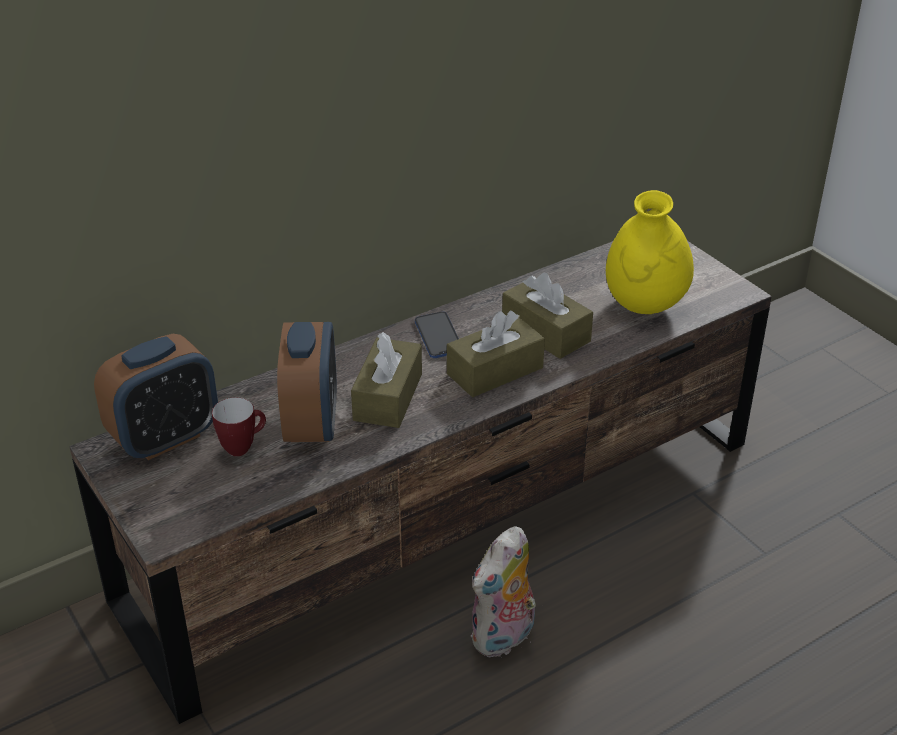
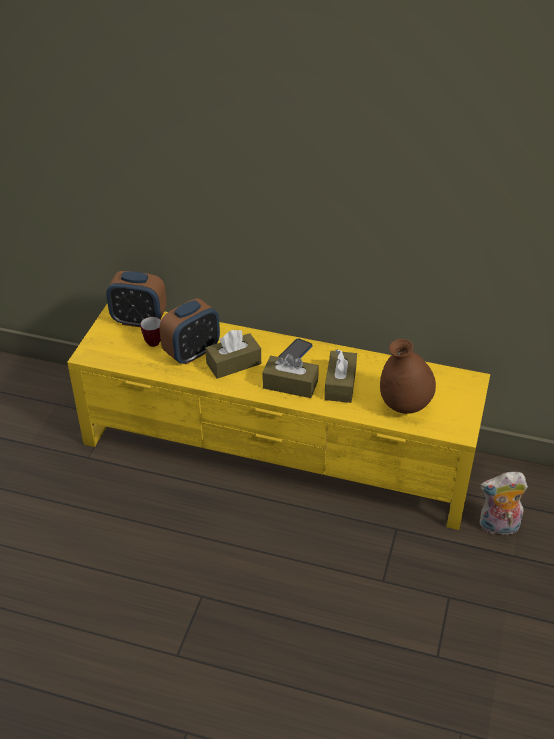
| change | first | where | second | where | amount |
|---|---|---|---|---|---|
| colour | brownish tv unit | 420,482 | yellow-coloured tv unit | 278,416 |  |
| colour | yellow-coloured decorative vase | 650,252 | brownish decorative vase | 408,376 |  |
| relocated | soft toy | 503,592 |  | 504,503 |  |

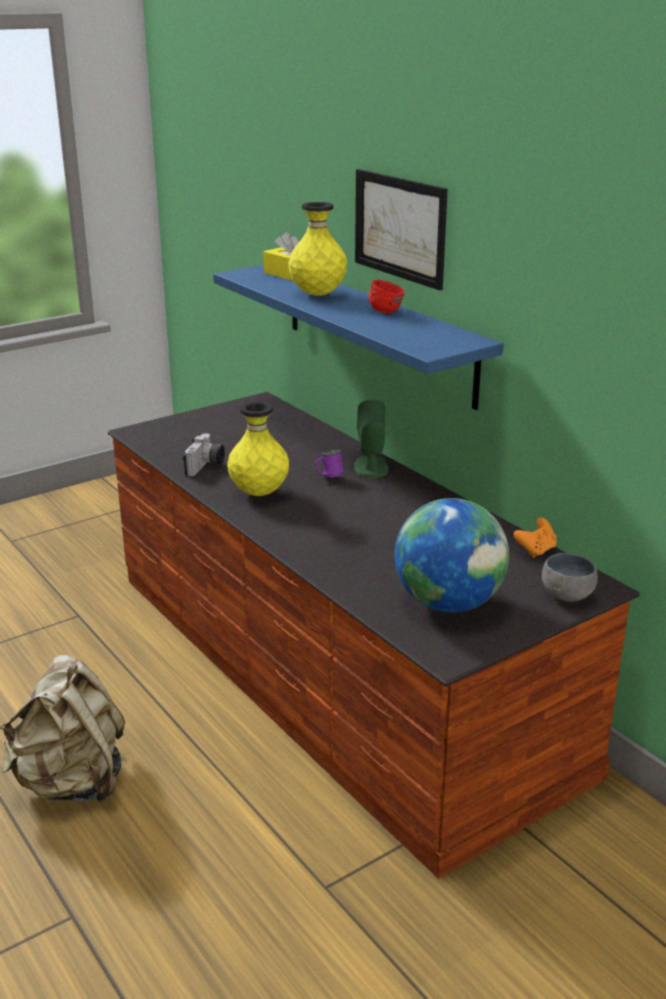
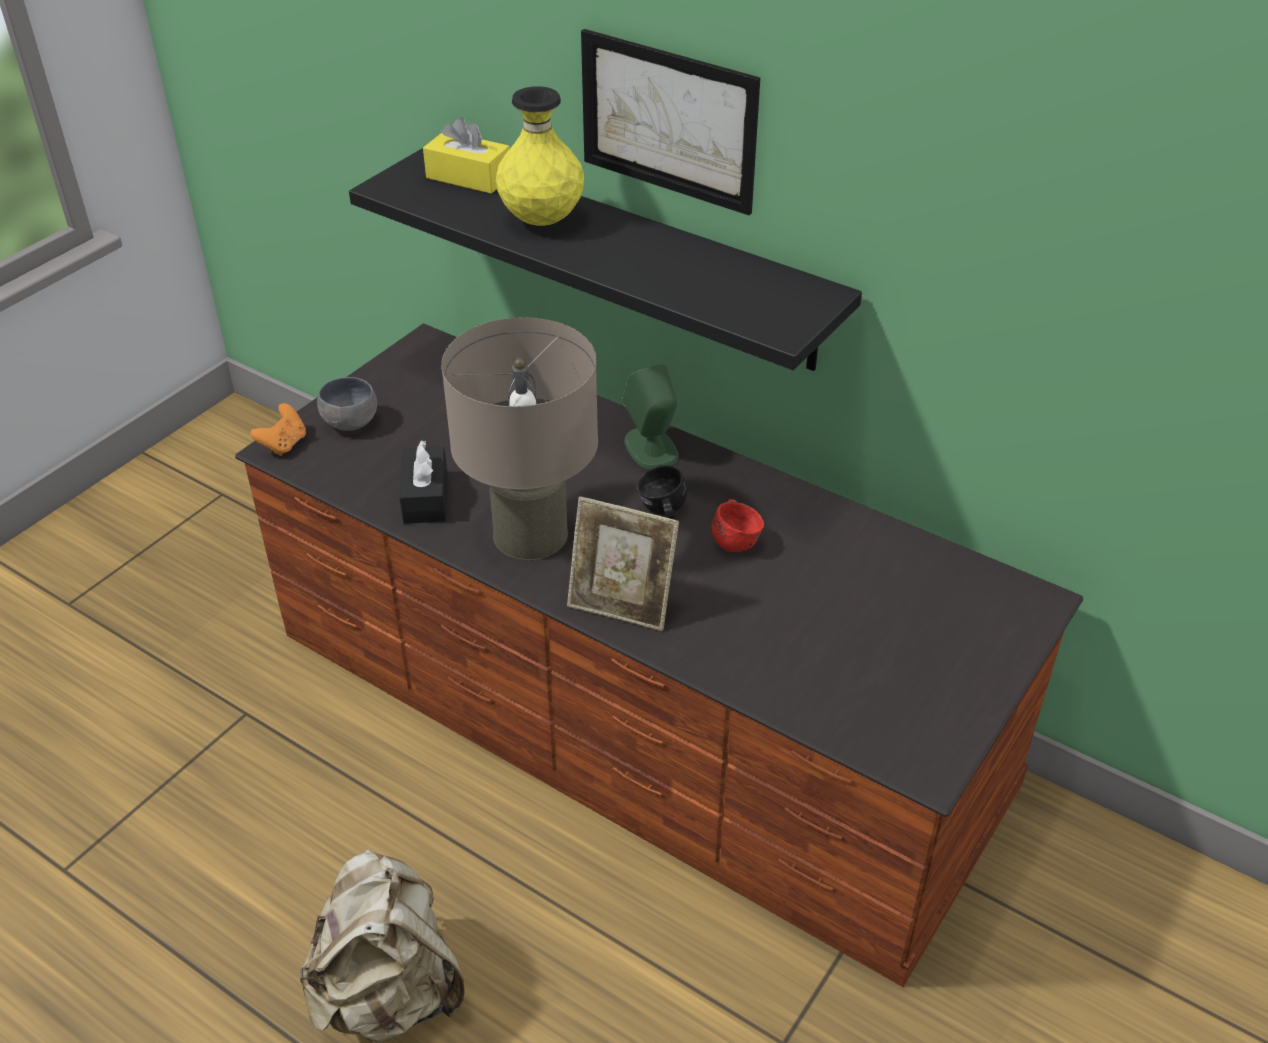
| change | first | where | second | where | amount |
|---|---|---|---|---|---|
| relocated | orangey gamepad | 535,538 |  | 278,429 |  |
| relocated | gray serving bowl | 570,577 |  | 347,404 |  |
| colour | blue-coloured shelf | 358,337 | blackish shelf | 605,259 |  |
| exchanged | still camera | 204,454 | blackish box of tissues | 423,482 |  |
| exchanged | yellow-coloured decorative vase | 258,448 | beige lamp for a table | 519,438 |  |
| appeared |  |  | photo frame | 623,563 |  |
| appeared |  |  | blackish coffee mug | 662,492 |  |
| relocated | reddish coffee mug | 386,296 |  | 738,525 |  |
| missing | purple coffee mug | 330,464 |  |  |  |
| missing | desk globe | 451,555 |  |  |  |

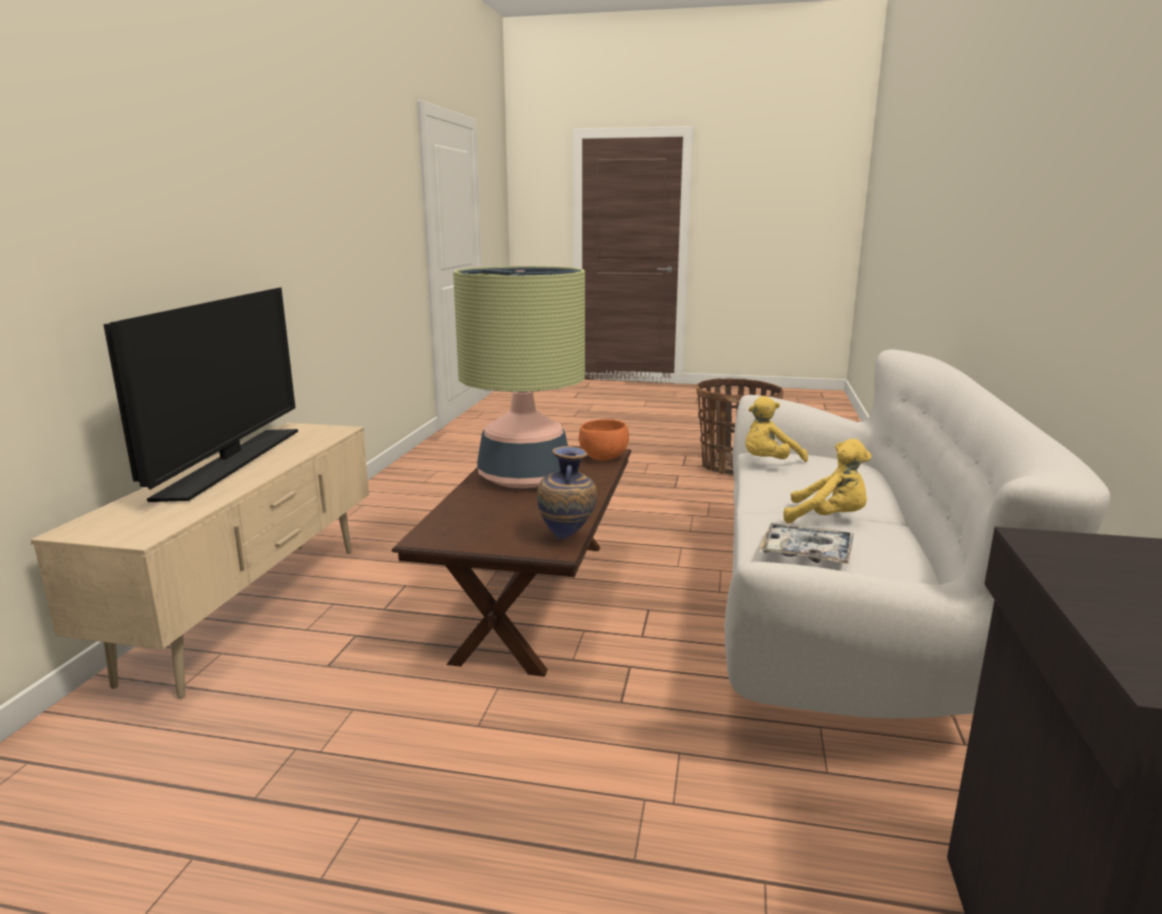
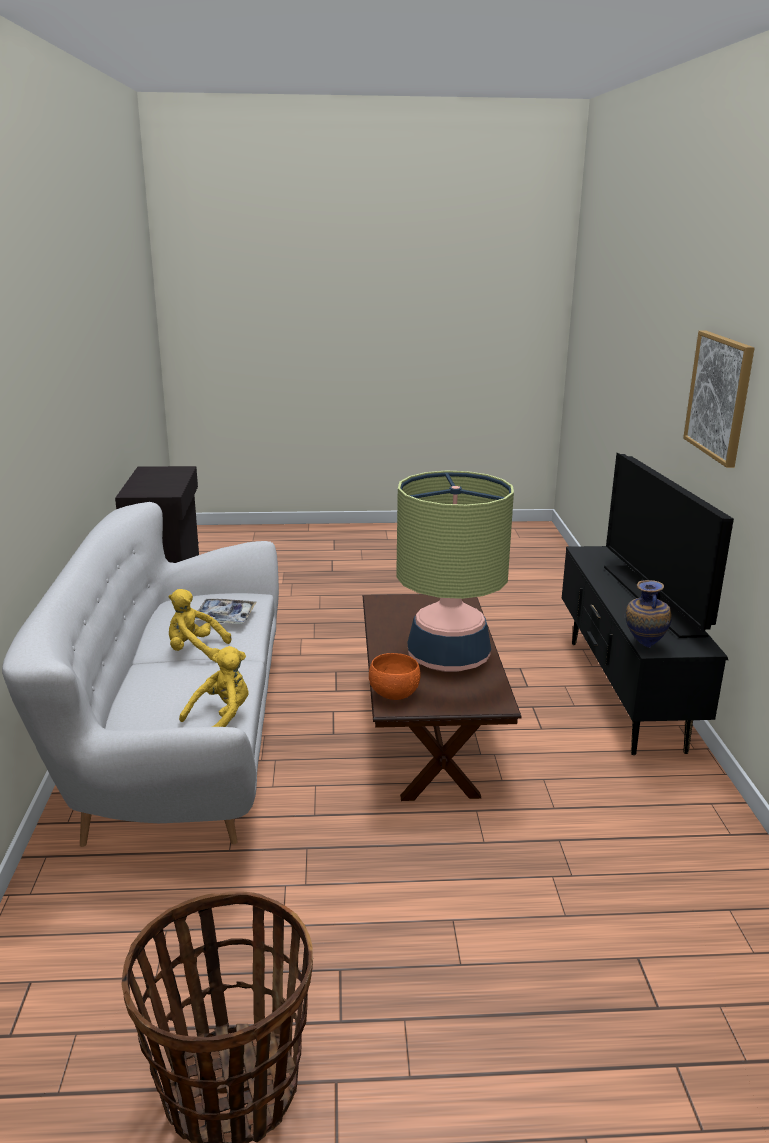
| change | first | where | second | where | amount |
|---|---|---|---|---|---|
| colour | beige tv unit | 200,560 | blackish tv unit | 645,650 |  |
| relocated | decorative vase | 567,492 |  | 649,614 |  |
| appeared |  |  | wall picture | 718,399 |  |

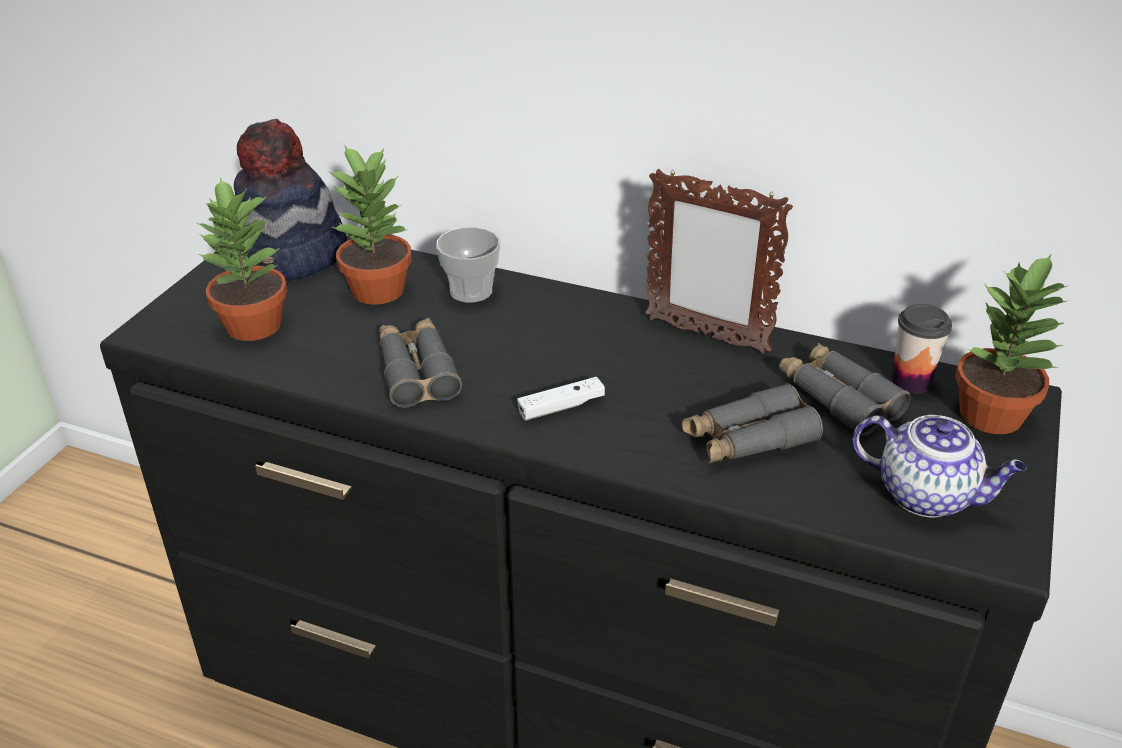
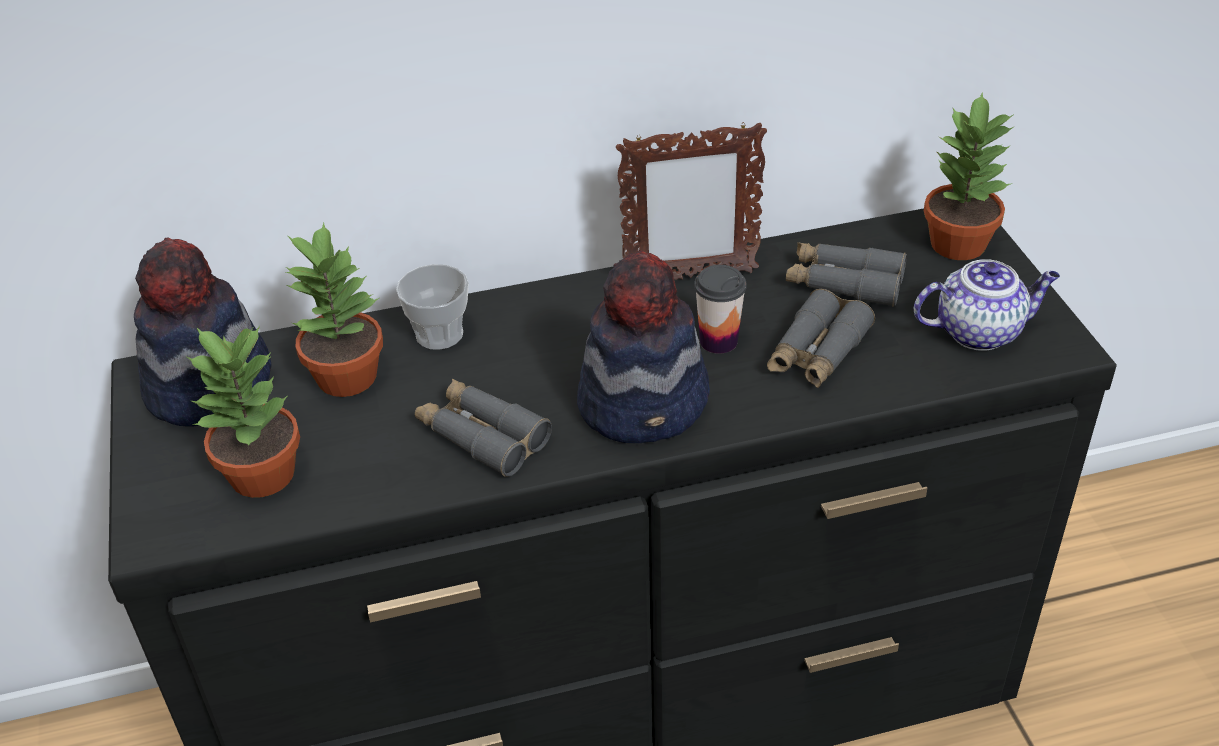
| change | first | where | second | where | amount |
|---|---|---|---|---|---|
| exchanged | white gamepad | 561,399 | clothing hat | 643,346 |  |
| relocated | drinking cup | 922,348 |  | 720,309 |  |

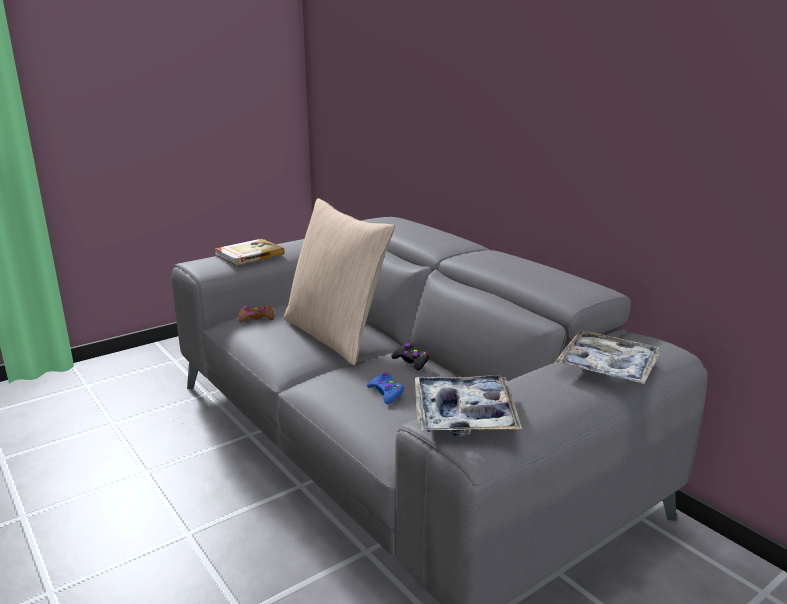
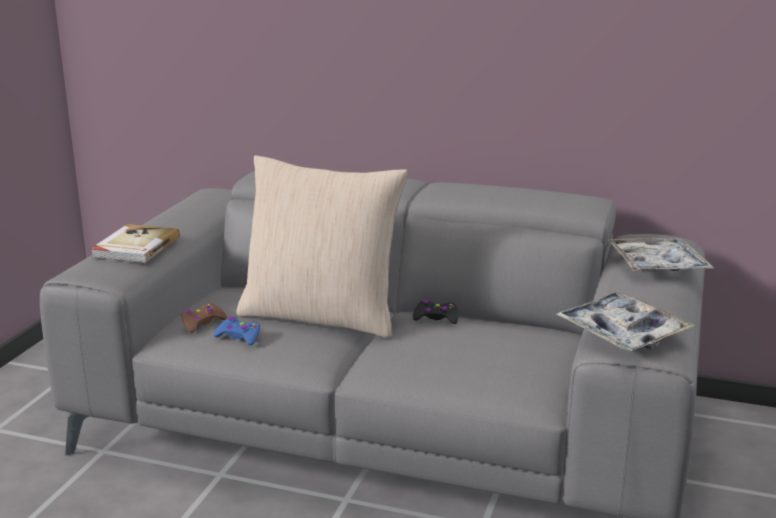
| change | first | where | second | where | amount |
|---|---|---|---|---|---|
| relocated | blue-coloured gamepad | 385,388 |  | 237,330 |  |

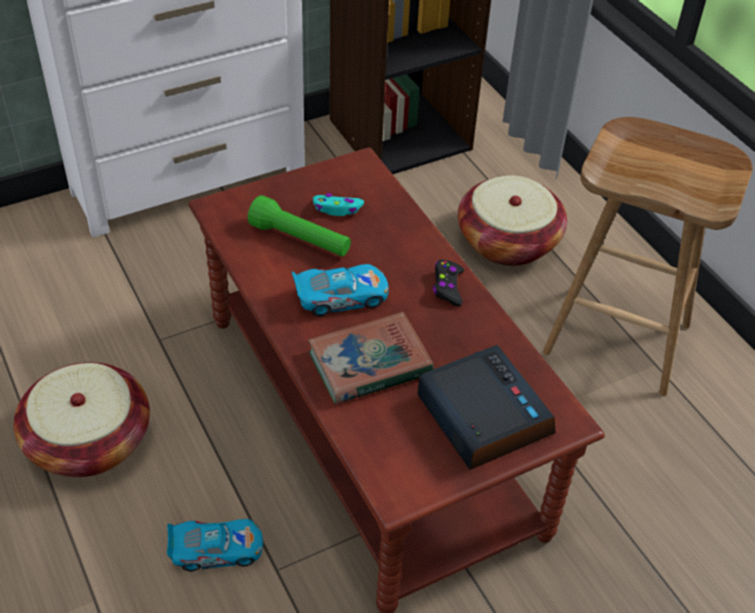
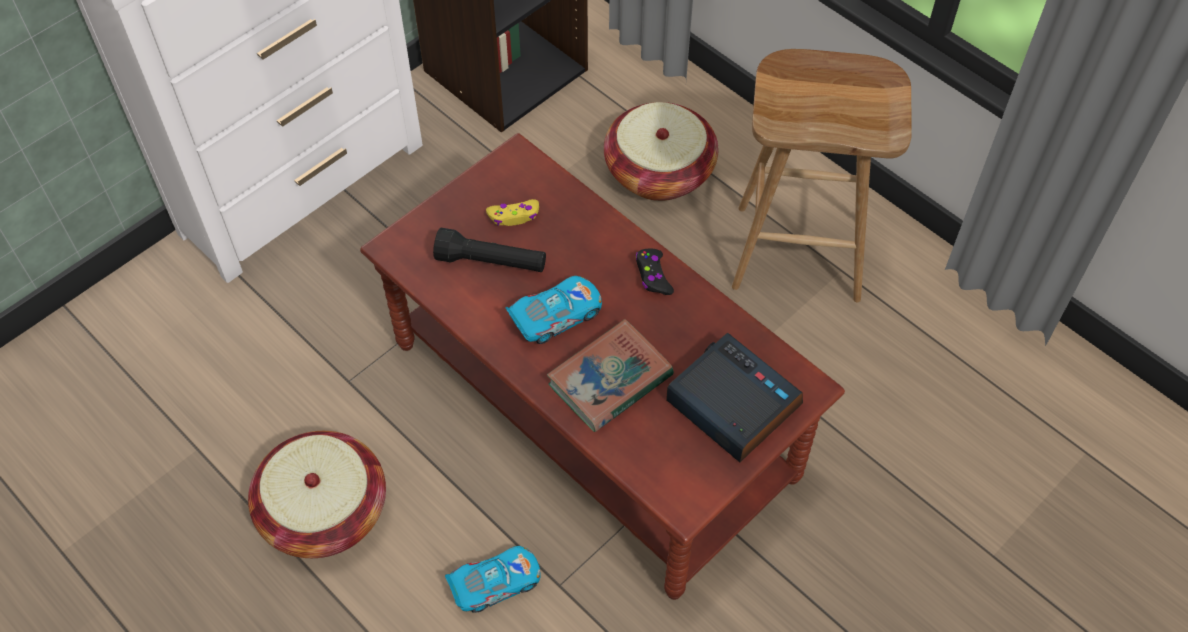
| change | first | where | second | where | amount |
|---|---|---|---|---|---|
| colour | green-coloured flashlight | 299,225 | blackish flashlight | 489,250 |  |
| colour | turquoise-coloured gamepad | 338,204 | yellow-coloured gamepad | 512,212 |  |

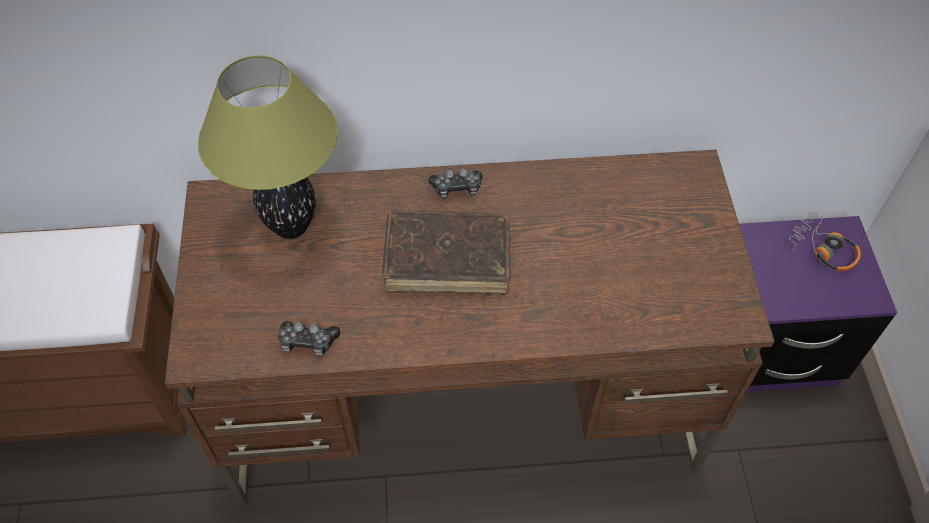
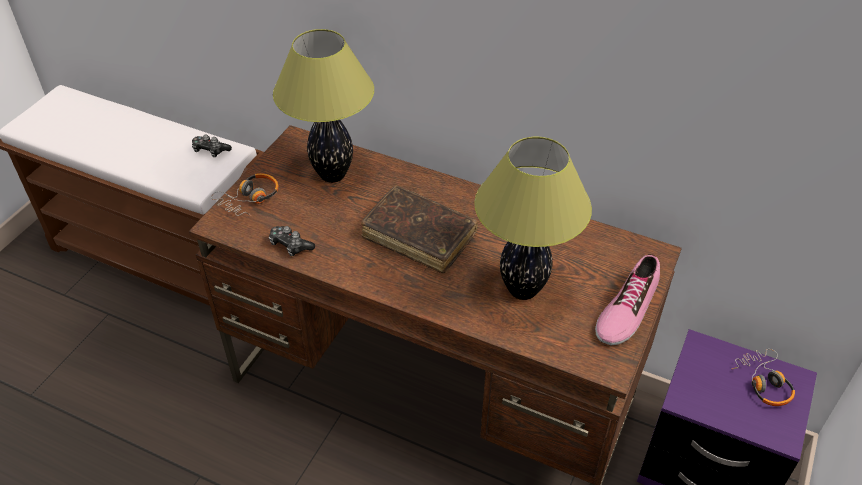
| change | first | where | second | where | amount |
|---|---|---|---|---|---|
| relocated | gamepad | 455,183 |  | 212,145 |  |
| appeared |  |  | headphones | 245,194 |  |
| appeared |  |  | lamp for a table | 533,218 |  |
| appeared |  |  | low shoe | 627,299 |  |

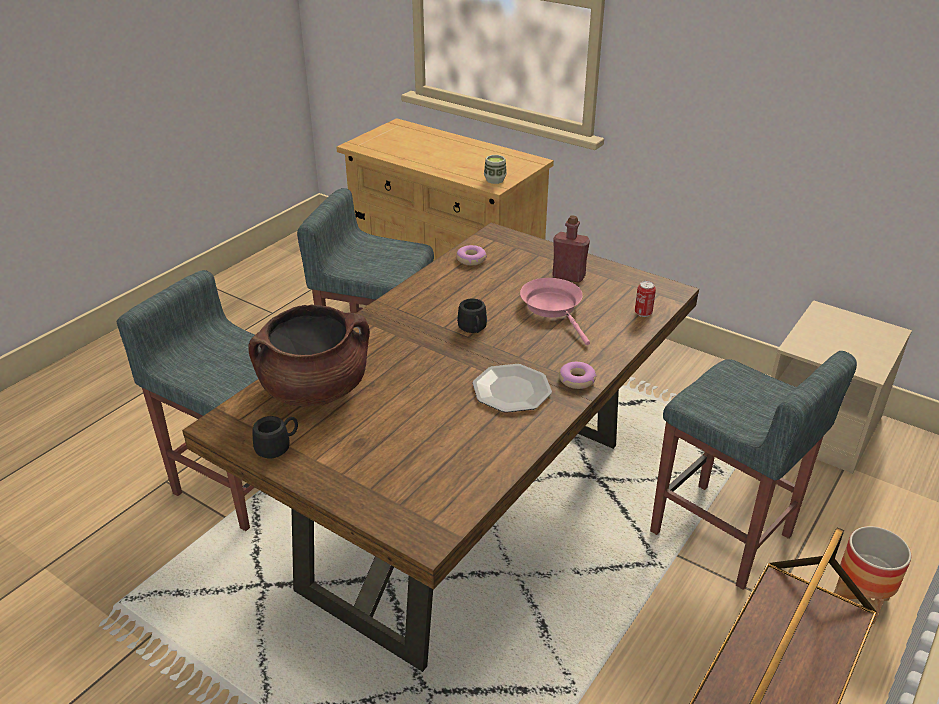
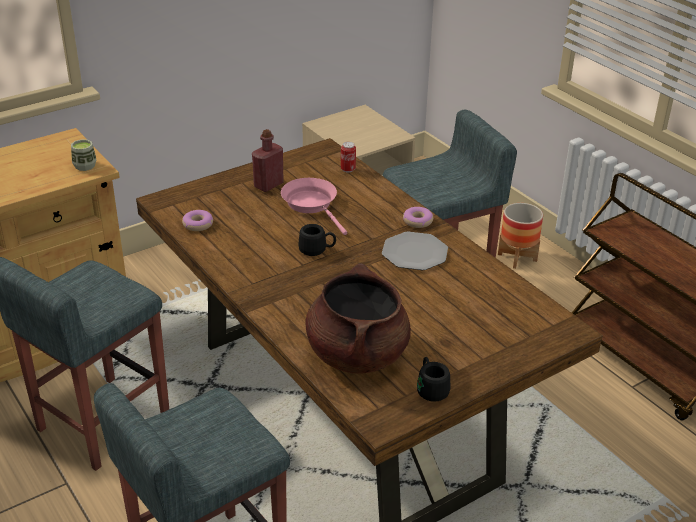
| change | first | where | second | where | amount |
|---|---|---|---|---|---|
| spun | pinkish pan | 555,311 |  | 314,206 | 60 degrees clockwise |

